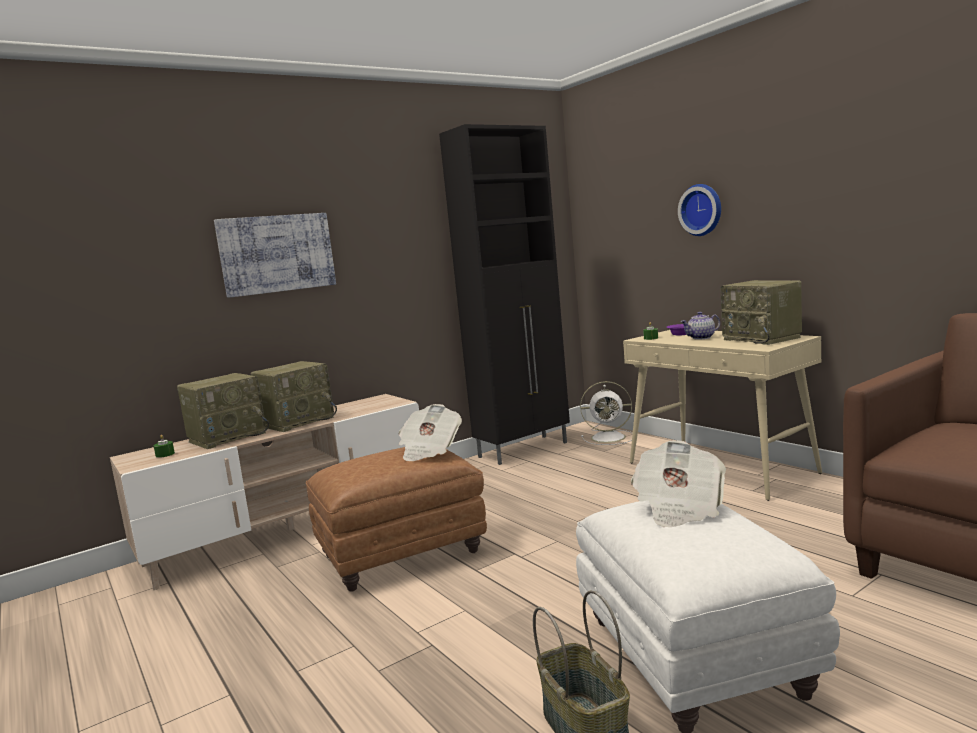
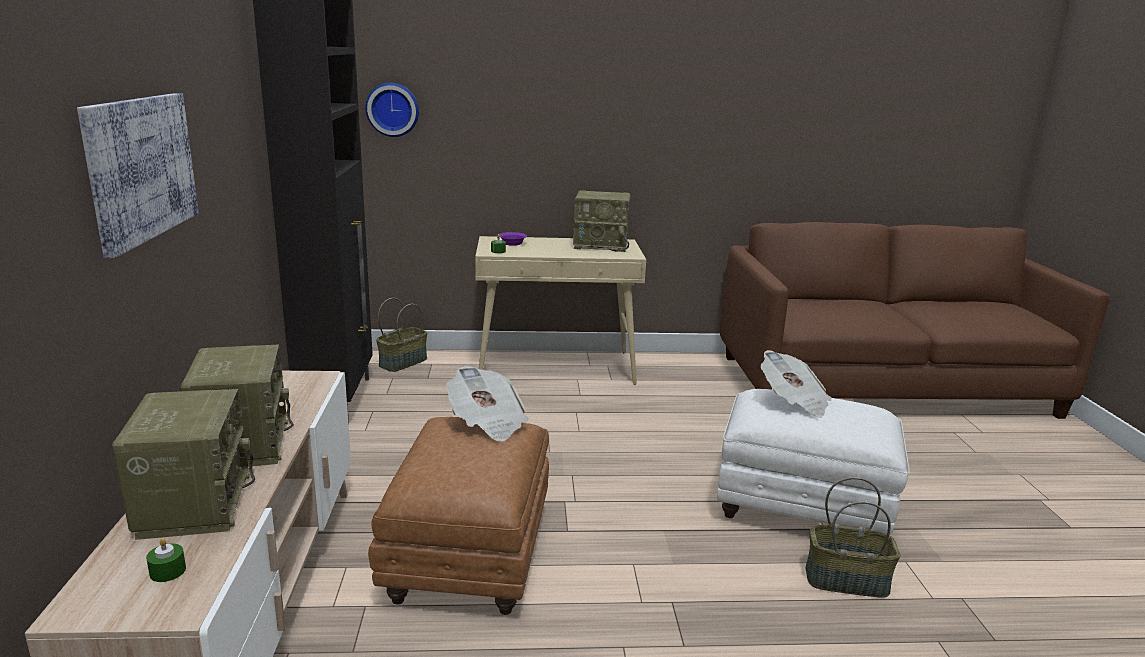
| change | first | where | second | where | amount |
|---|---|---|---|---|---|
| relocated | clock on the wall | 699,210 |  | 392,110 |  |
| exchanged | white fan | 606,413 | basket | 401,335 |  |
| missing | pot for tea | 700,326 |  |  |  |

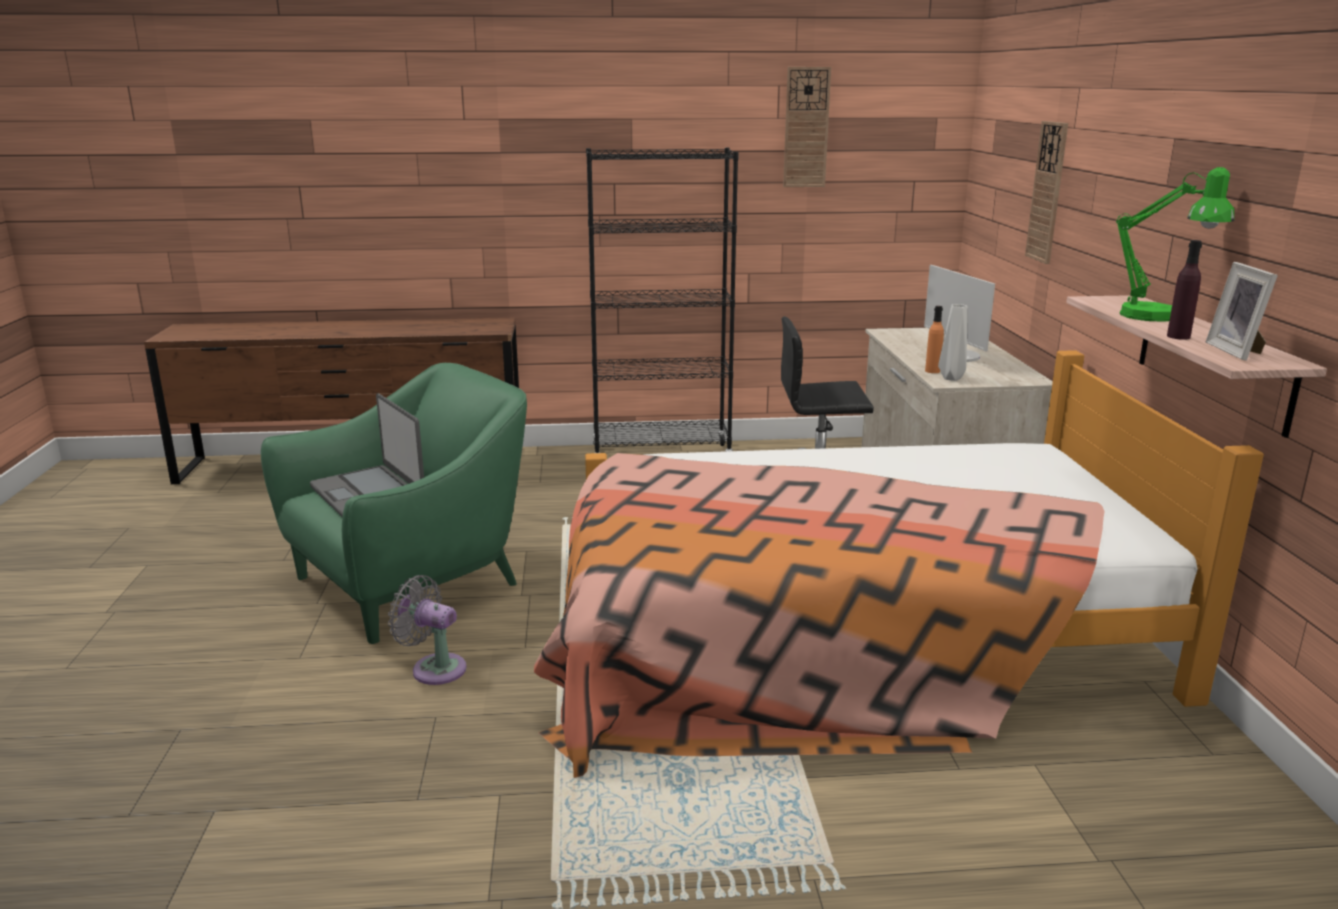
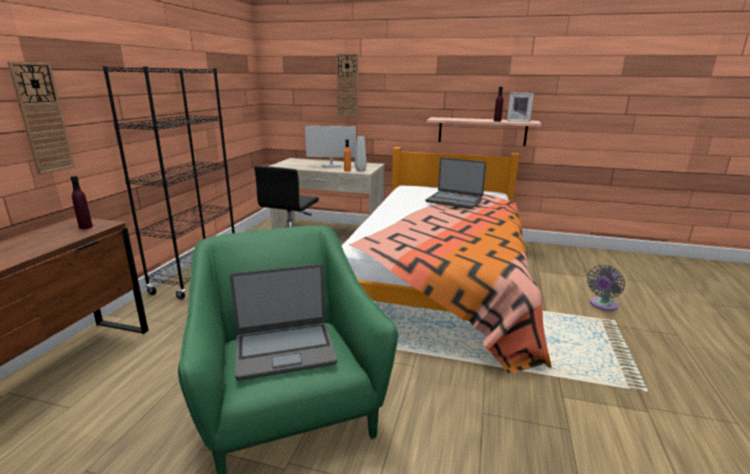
| change | first | where | second | where | amount |
|---|---|---|---|---|---|
| relocated | clock on the wall | 807,127 |  | 41,118 |  |
| appeared |  |  | purple drink bottle | 81,202 |  |
| appeared |  |  | portable computer | 456,183 |  |
| relocated | gray fan | 427,630 |  | 606,288 |  |
| missing | green-coloured lamp for a table | 1175,244 |  |  |  |

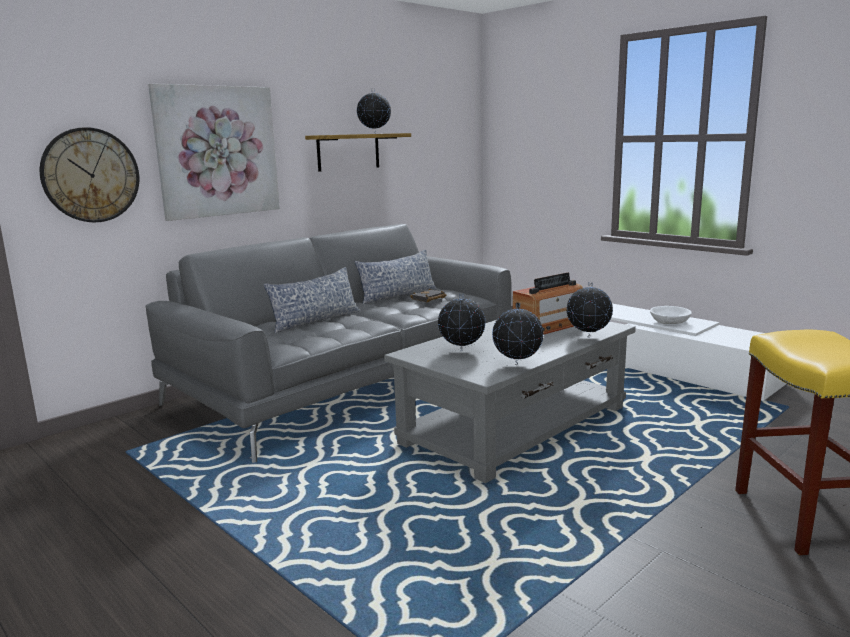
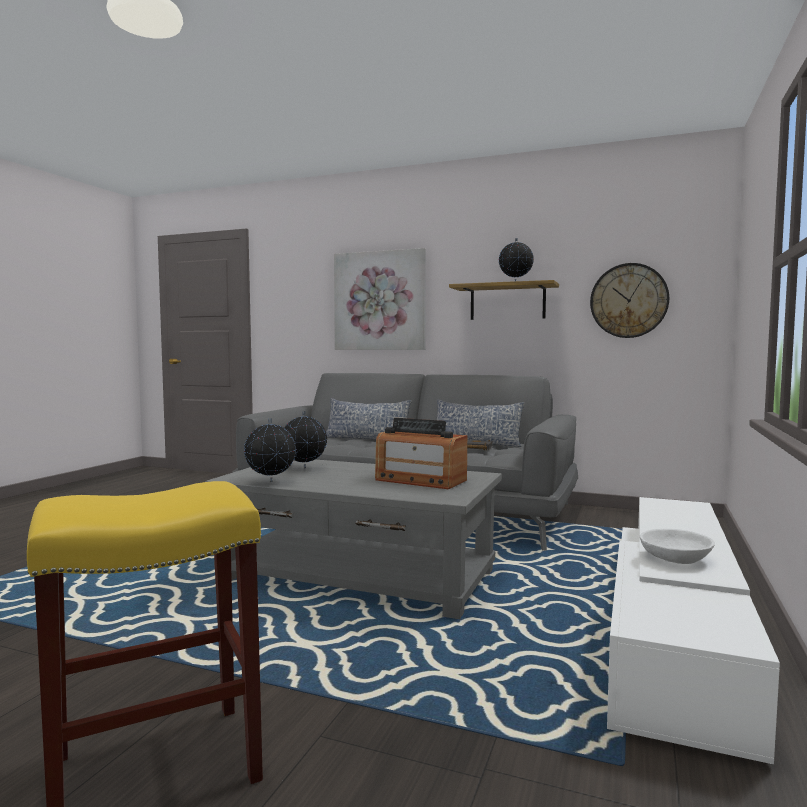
| change | first | where | second | where | amount |
|---|---|---|---|---|---|
| relocated | clock on the wall | 89,174 |  | 629,300 |  |
| missing | desk globe | 589,310 |  |  |  |

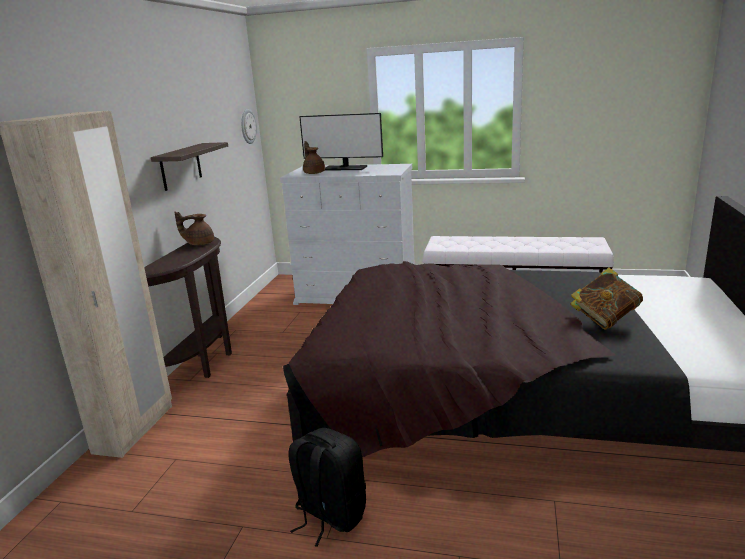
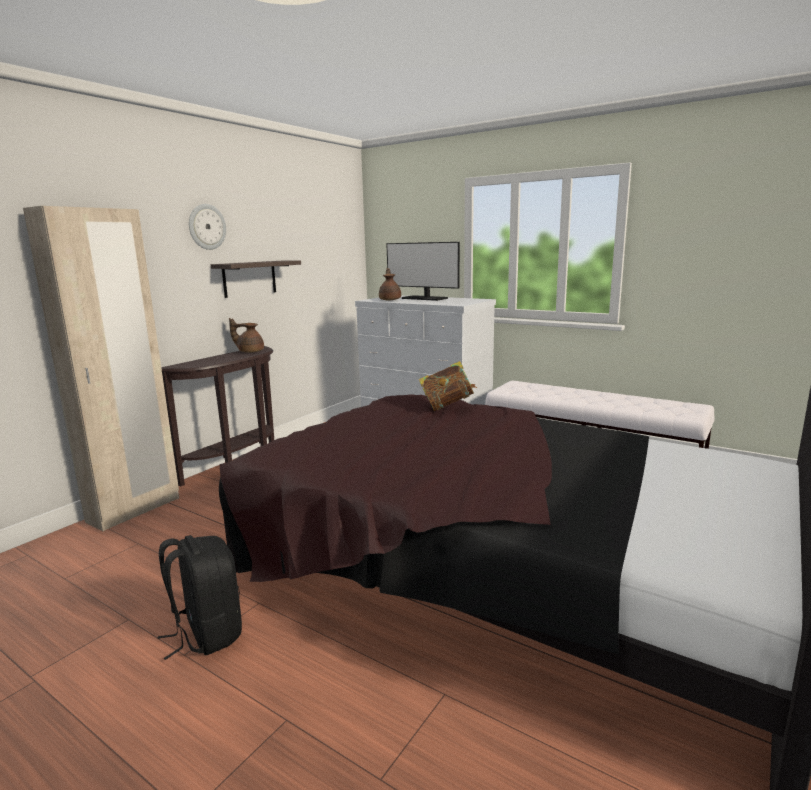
| change | first | where | second | where | amount |
|---|---|---|---|---|---|
| relocated | clock on the wall | 249,126 |  | 207,227 |  |
| relocated | book | 606,299 |  | 448,386 |  |

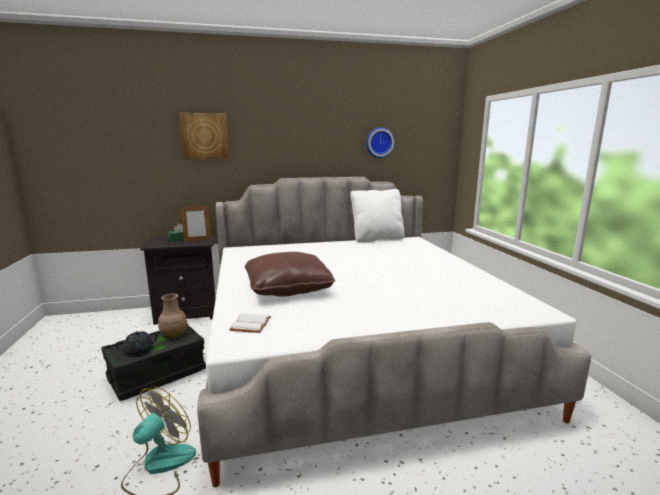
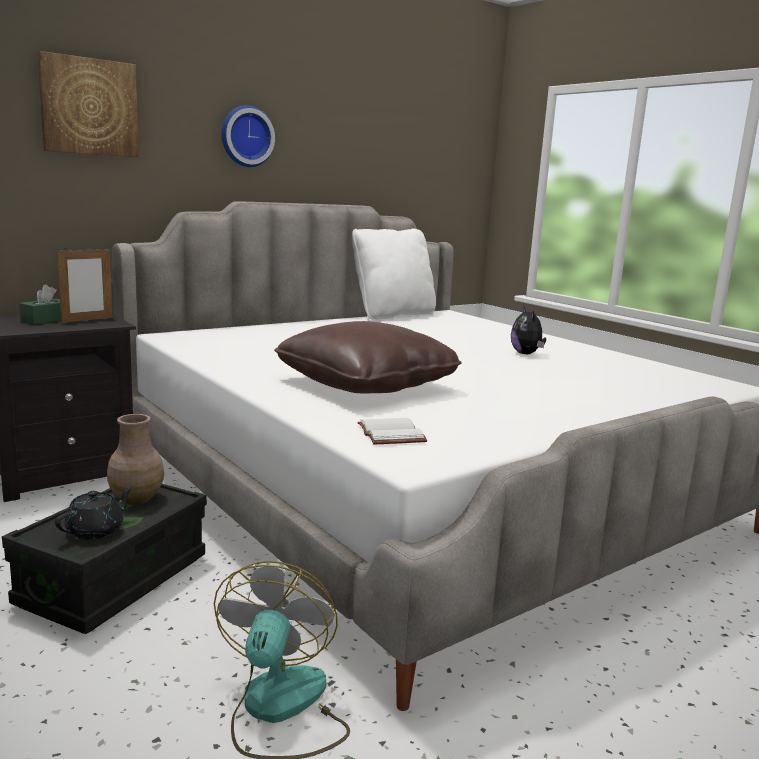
| change | first | where | second | where | amount |
|---|---|---|---|---|---|
| relocated | clock on the wall | 380,142 |  | 248,136 |  |
| appeared |  |  | soft toy | 528,330 |  |

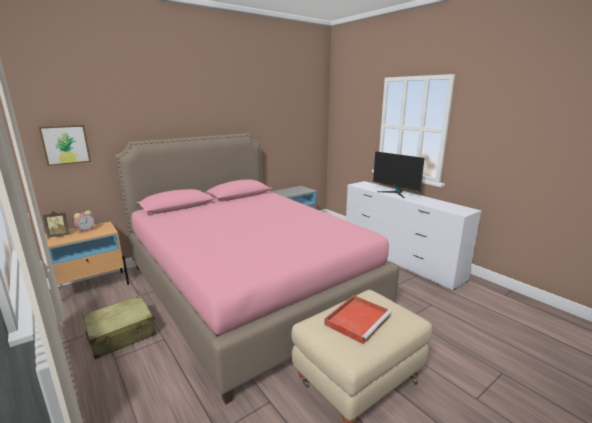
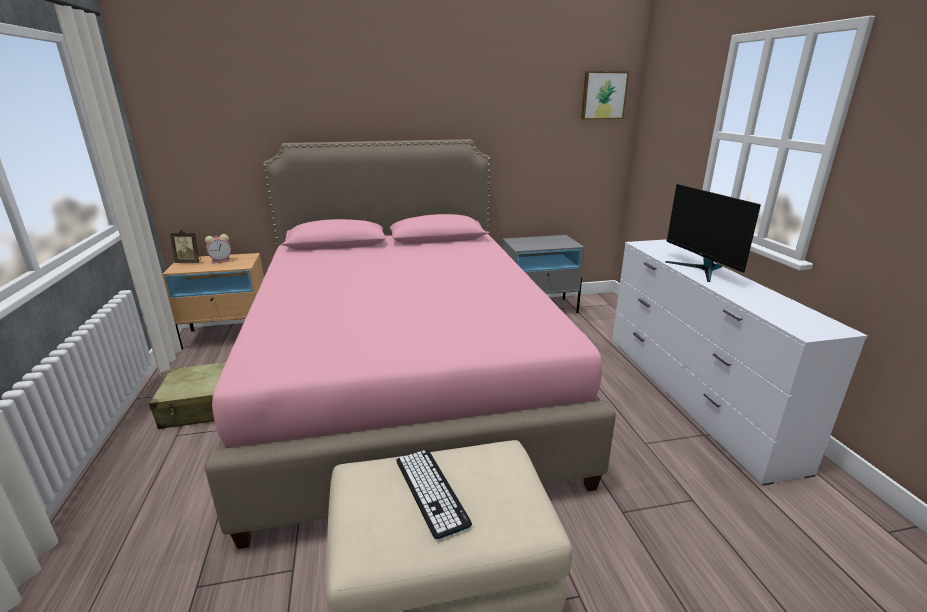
| change | first | where | second | where | amount |
|---|---|---|---|---|---|
| exchanged | reddish tray | 358,319 | keyboard | 434,494 |  |
| relocated | wall picture | 65,145 |  | 605,95 |  |

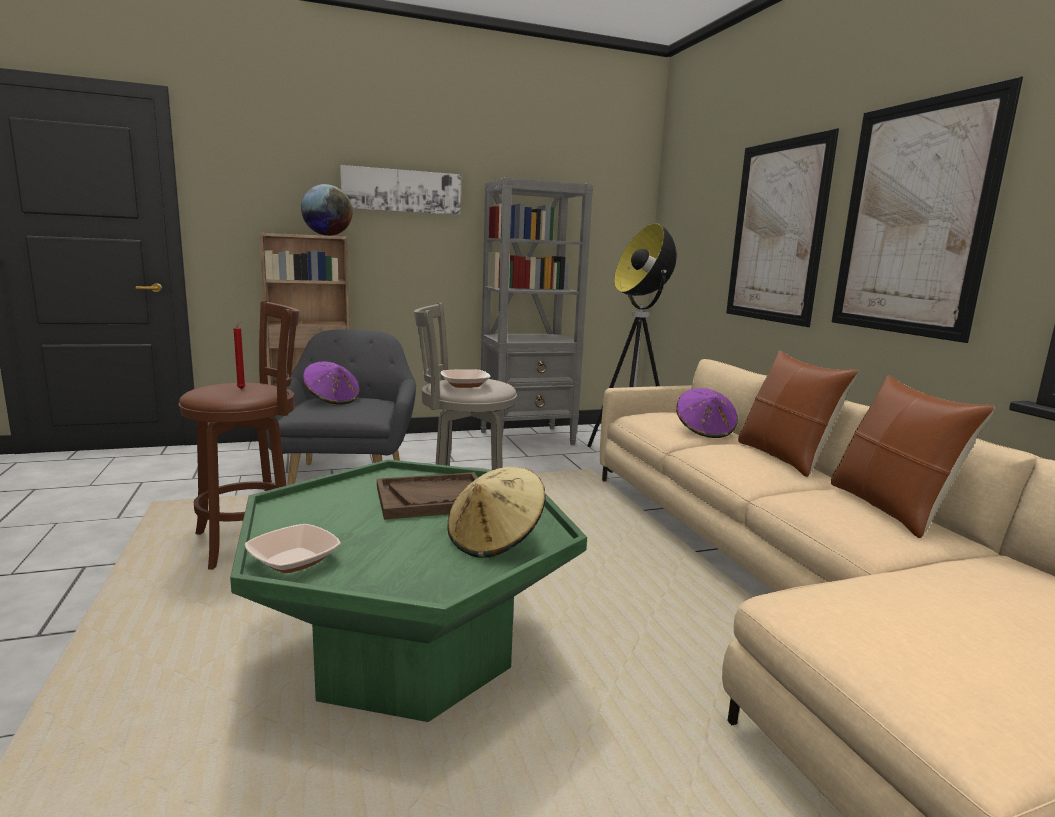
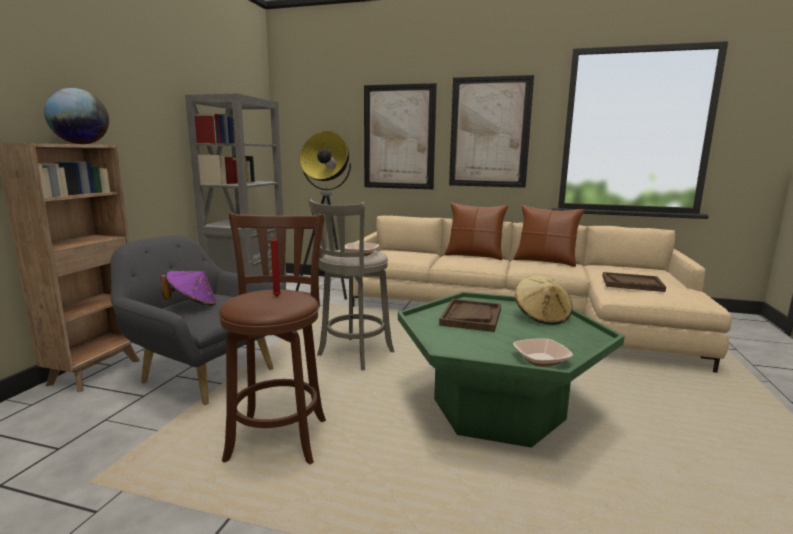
| change | first | where | second | where | amount |
|---|---|---|---|---|---|
| appeared |  |  | brownish tray | 634,282 |  |
| missing | wall picture | 400,190 |  |  |  |
| missing | purple clothing hat | 707,413 |  |  |  |

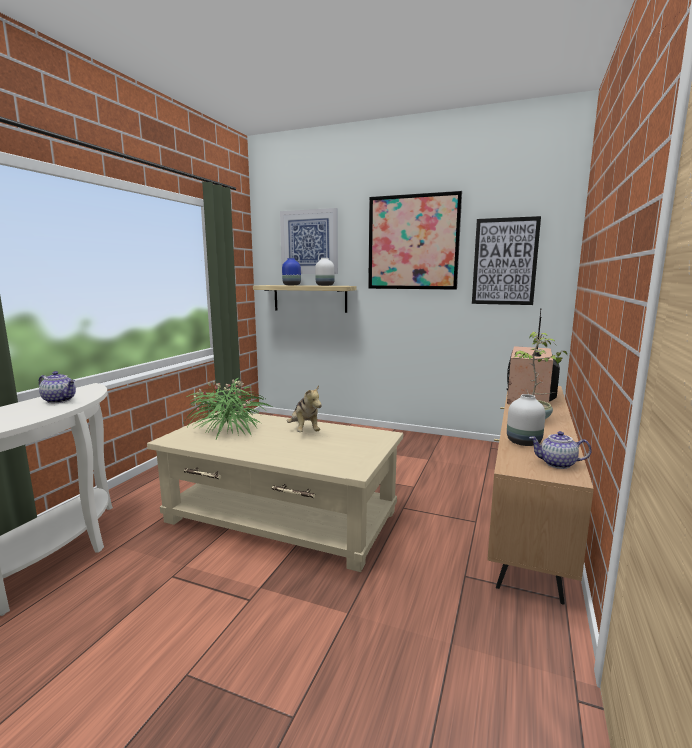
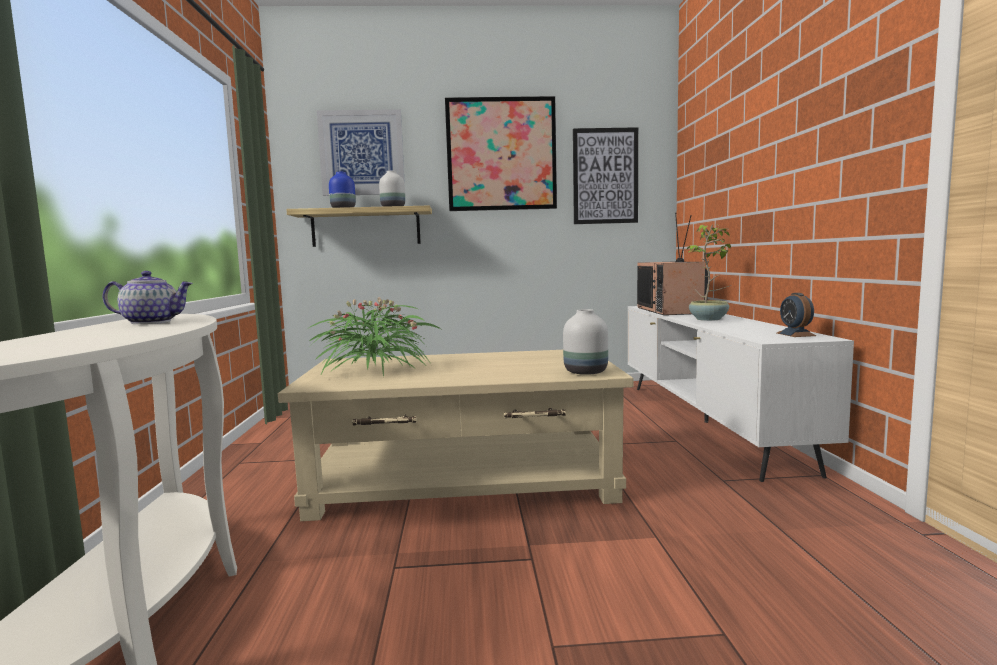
| change | first | where | second | where | amount |
|---|---|---|---|---|---|
| relocated | white decorative vase | 526,420 |  | 585,342 |  |
| colour | brownish tv unit | 540,495 | white tv unit | 741,394 |  |
| exchanged | pot for tea | 560,450 | table clock | 797,315 |  |
| missing | soft toy | 304,408 |  |  |  |

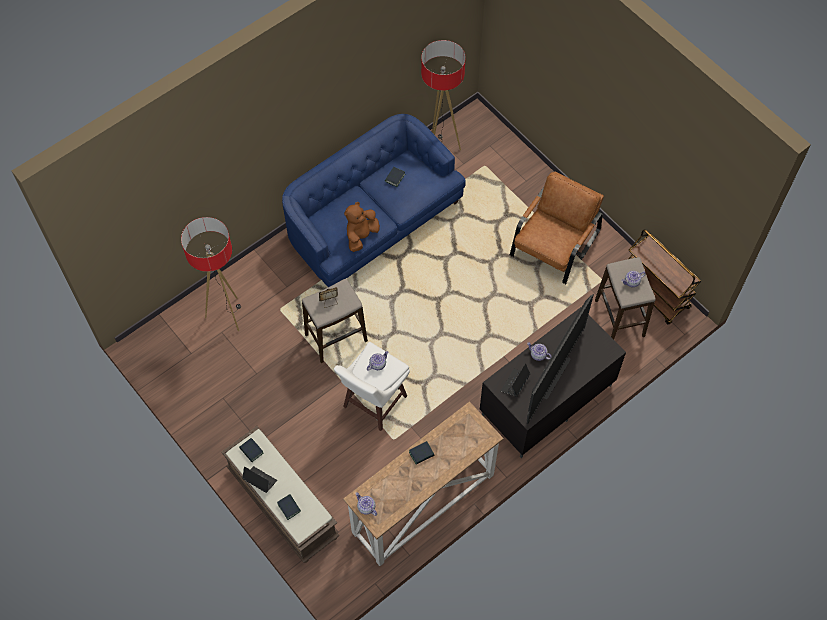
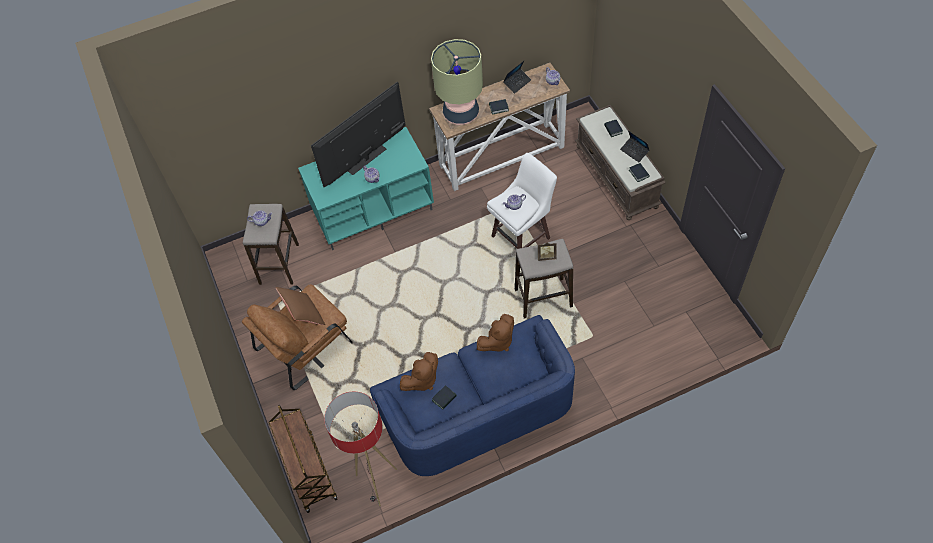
| change | first | where | second | where | amount |
|---|---|---|---|---|---|
| relocated | brownish wheeled cart | 664,277 |  | 303,459 |  |
| appeared |  |  | brownish pillow | 300,306 |  |
| colour | blackish tv unit | 553,382 | turquoise-coloured tv unit | 366,188 |  |
| appeared |  |  | brownish soft toy | 419,371 |  |
| appeared |  |  | lamp for a table | 457,82 |  |
| relocated | portable computer | 515,380 |  | 517,77 |  |
| missing | floor lamp | 211,274 |  |  |  |

